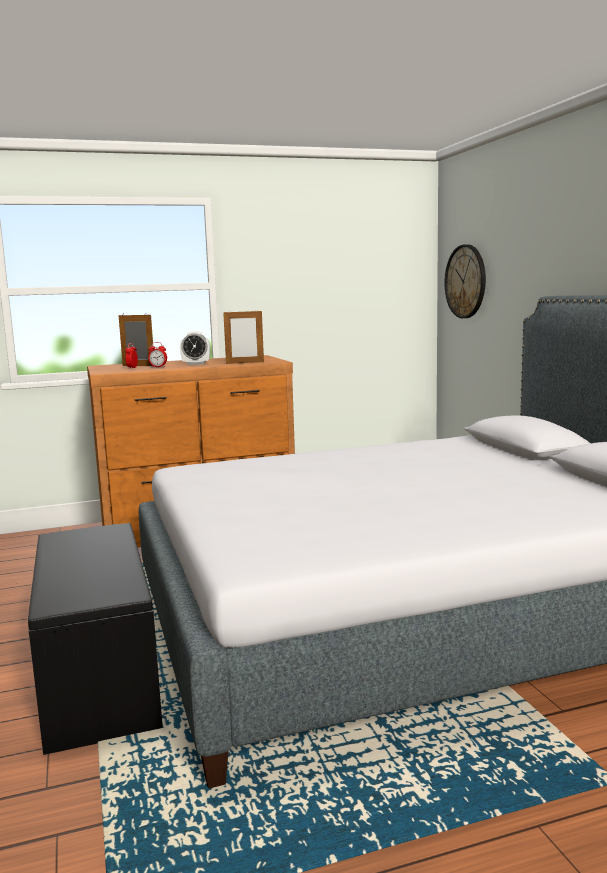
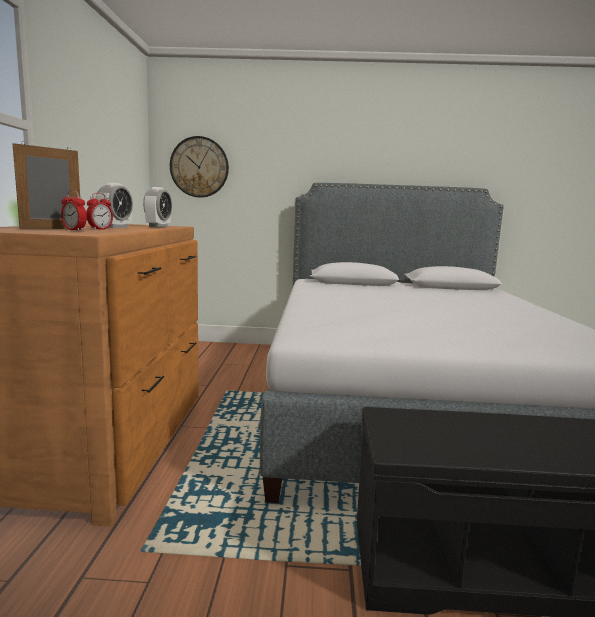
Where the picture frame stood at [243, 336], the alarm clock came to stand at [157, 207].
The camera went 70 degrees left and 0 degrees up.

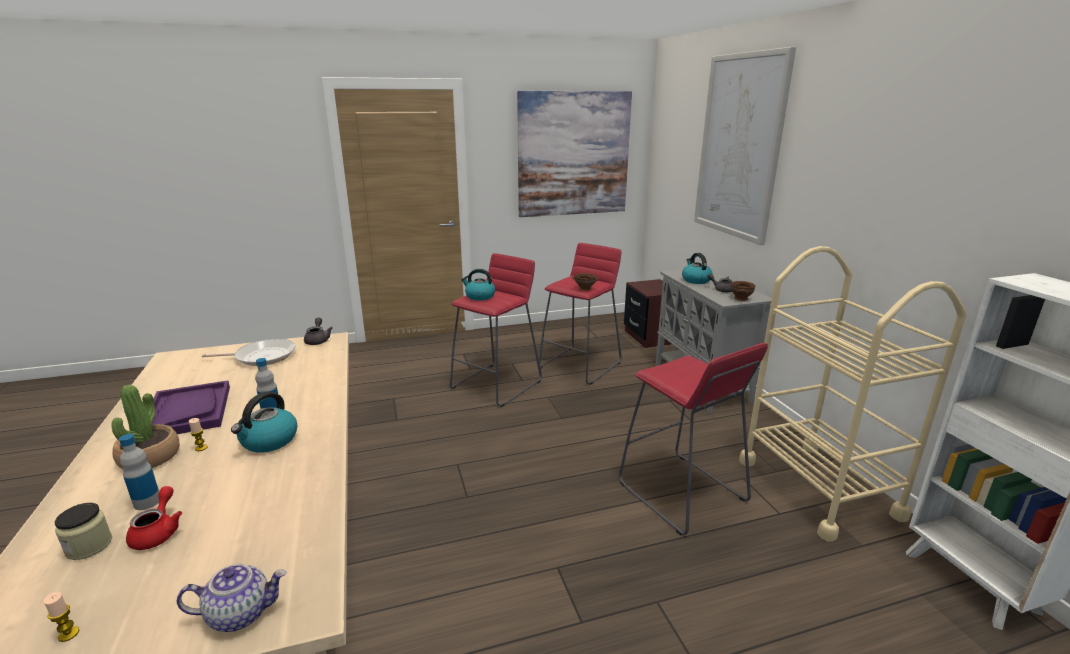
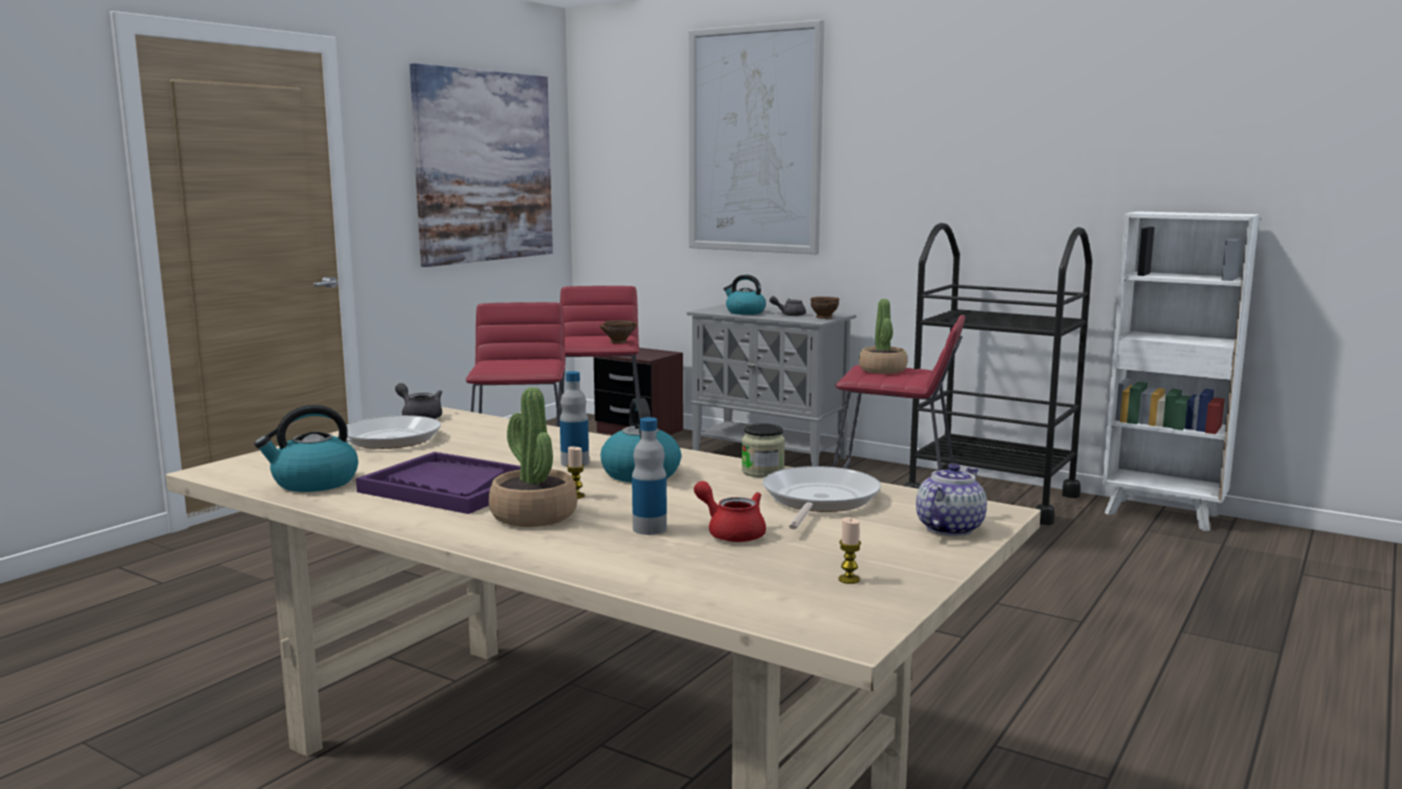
The jar ended up elsewhere, having gone from [83, 531] to [763, 450].
The kettle ended up elsewhere, having gone from [478, 285] to [306, 448].
What was the beige cart at [853, 394] turned into the black cart at [998, 374].
The second view gained the frying pan at [822, 497].
The second view gained the potted plant at [883, 336].
The camera went 40 degrees left and 10 degrees down.

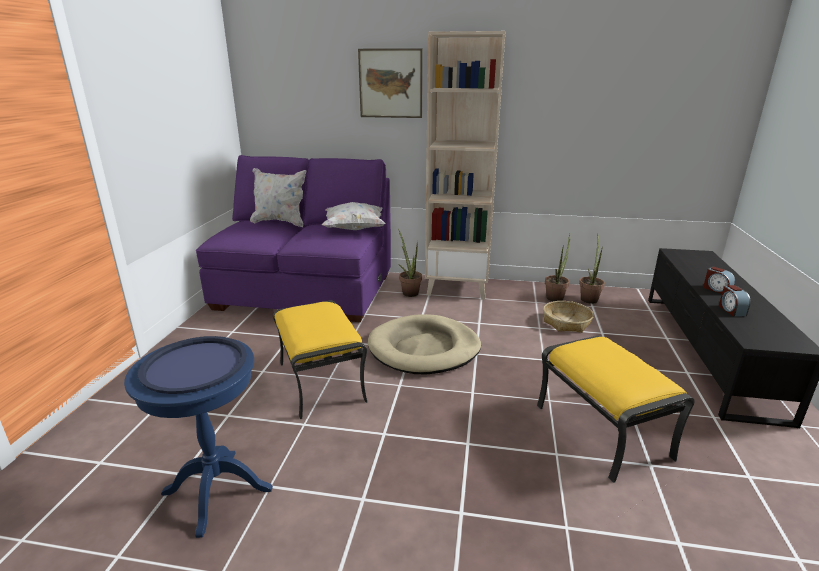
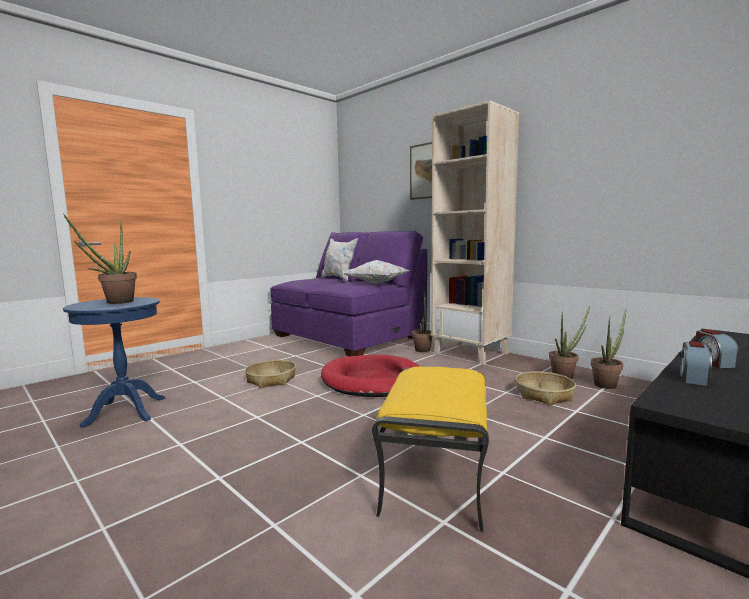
Where the blue tray stood at [192, 365], the potted plant came to stand at [100, 259].
Where the yellow ottoman stood at [320, 359], the basket came to stand at [270, 374].
What was the beige dog bed at [424, 344] turned into the red dog bed at [371, 376].
The camera went 35 degrees right and 15 degrees down.

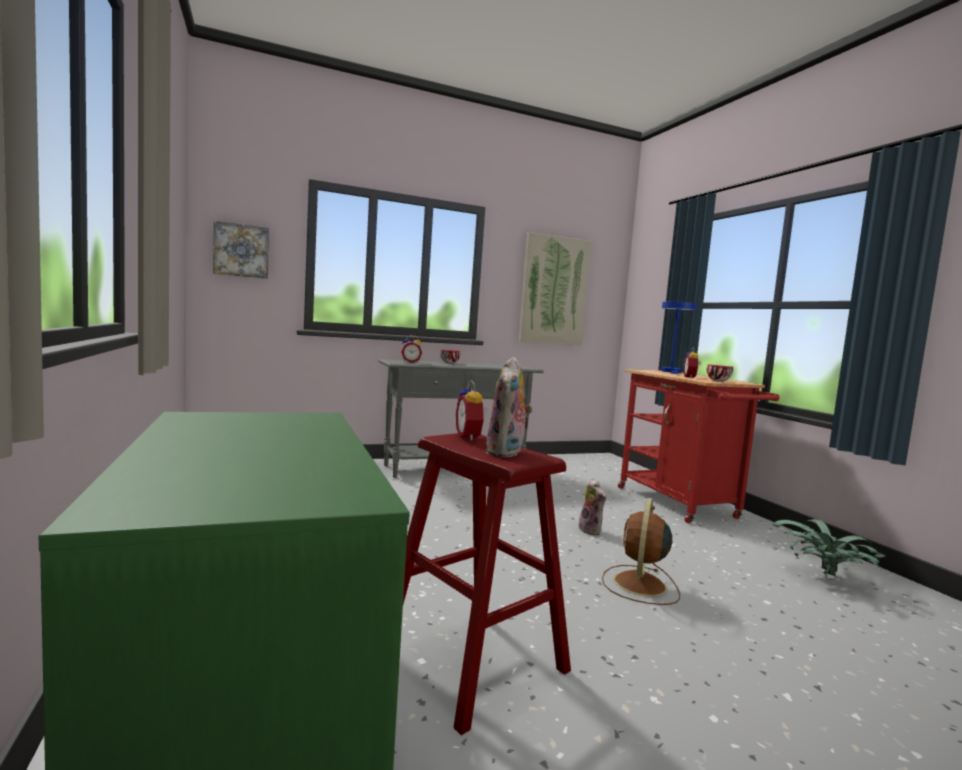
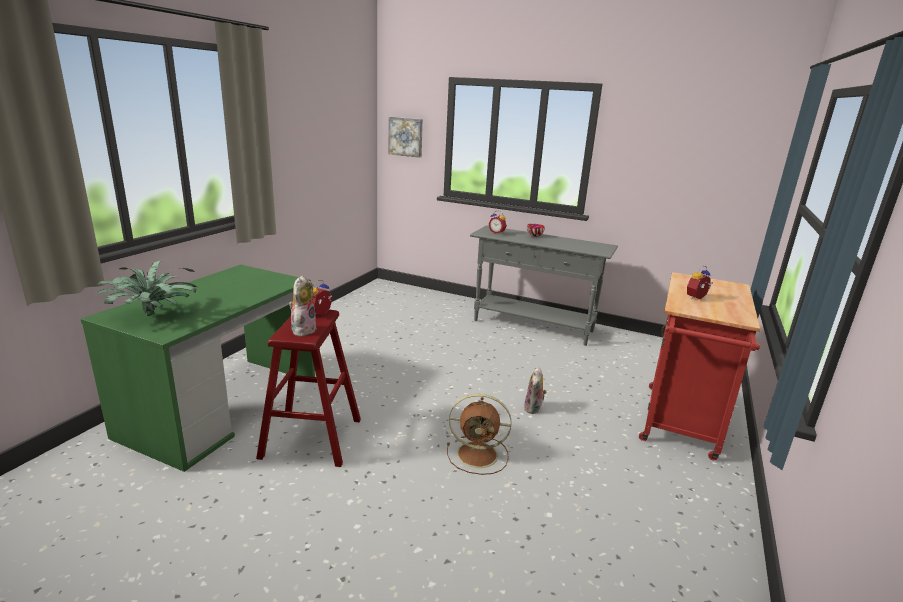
The plush toy at [509, 407] ended up facing another way, 135 degrees clockwise from before.
The second view lost the picture at [555, 289].
The brown fan at [641, 551] ended up facing another way, 150 degrees counterclockwise from before.
The second view lost the blue table lamp at [678, 338].
The second view lost the bowl at [720, 373].
The potted plant ended up elsewhere, having gone from [829, 548] to [146, 288].
The camera went 45 degrees right and 15 degrees up.

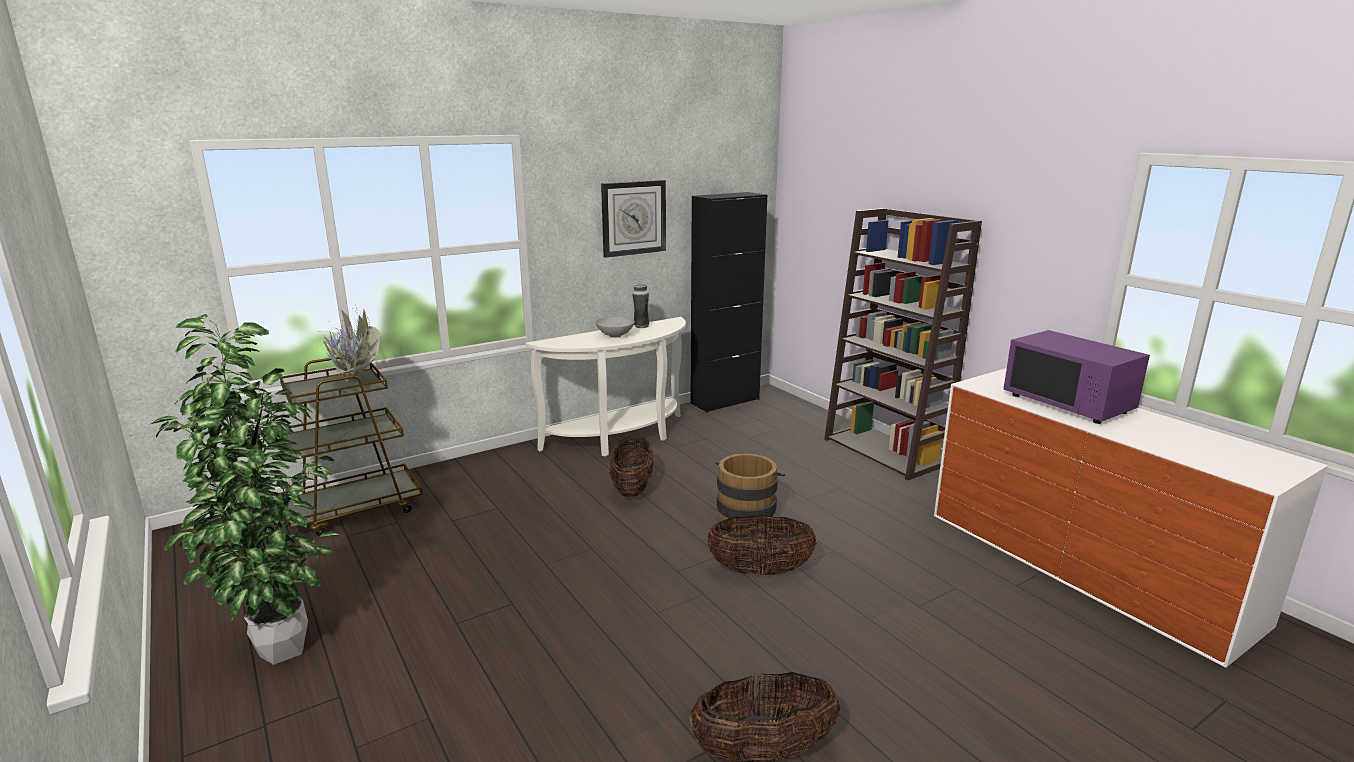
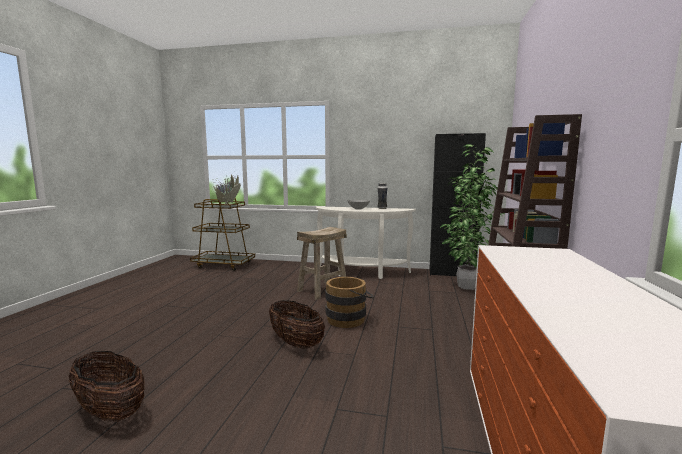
The potted plant ended up elsewhere, having gone from [245, 489] to [472, 217].
The second view lost the wall clock at [633, 219].
Where the basket stood at [632, 466], the beige stool came to stand at [321, 263].
The second view lost the purple microwave at [1076, 377].
The camera went 45 degrees right and 10 degrees down.

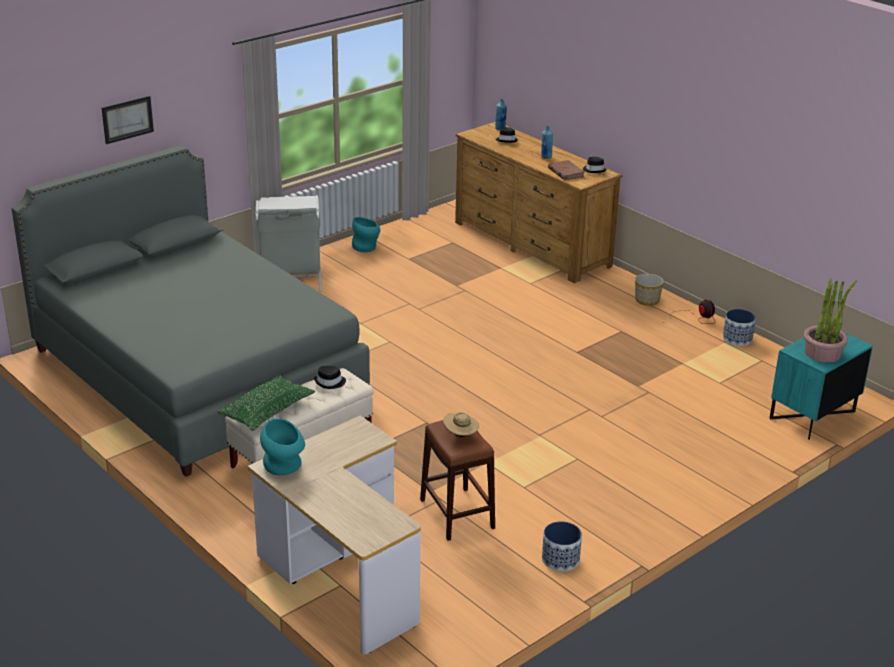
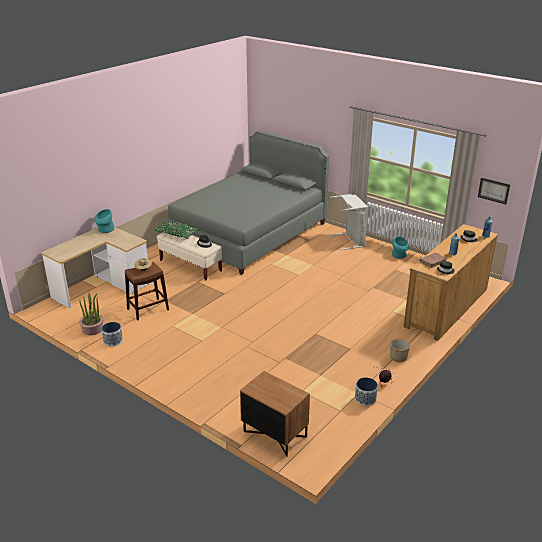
The picture ended up elsewhere, having gone from [128, 120] to [494, 190].
What was the turquoise nightstand at [821, 386] turned into the brown nightstand at [275, 414].
The potted plant ended up elsewhere, having gone from [830, 320] to [91, 314].
The camera went 80 degrees right and 0 degrees up.

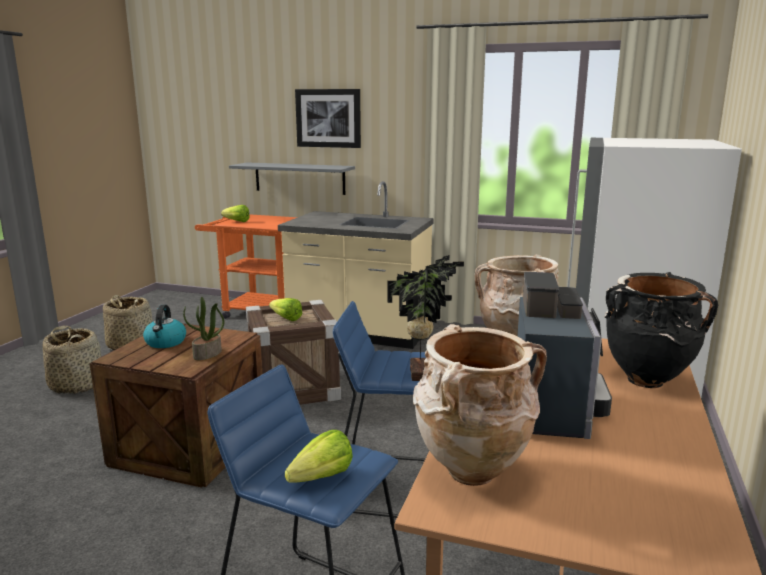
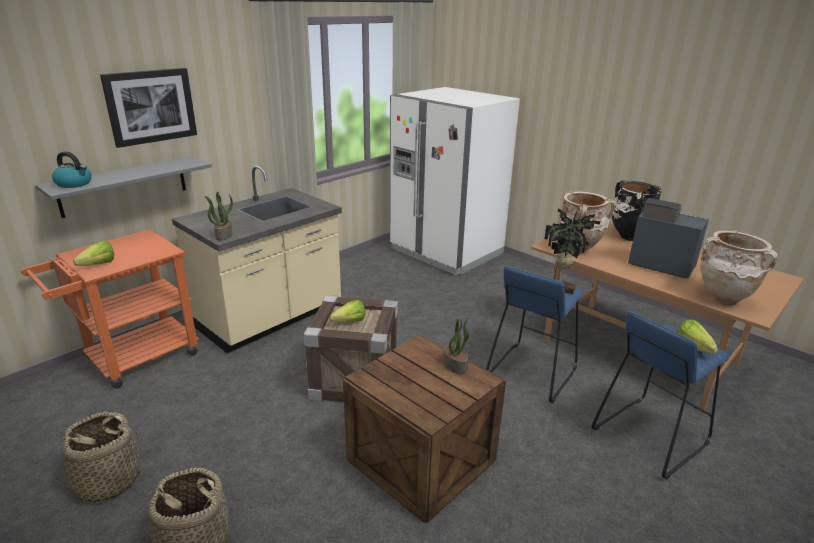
The kettle ended up elsewhere, having gone from [164, 326] to [72, 169].
The second view gained the potted plant at [219, 216].
The camera went 65 degrees left and 10 degrees up.

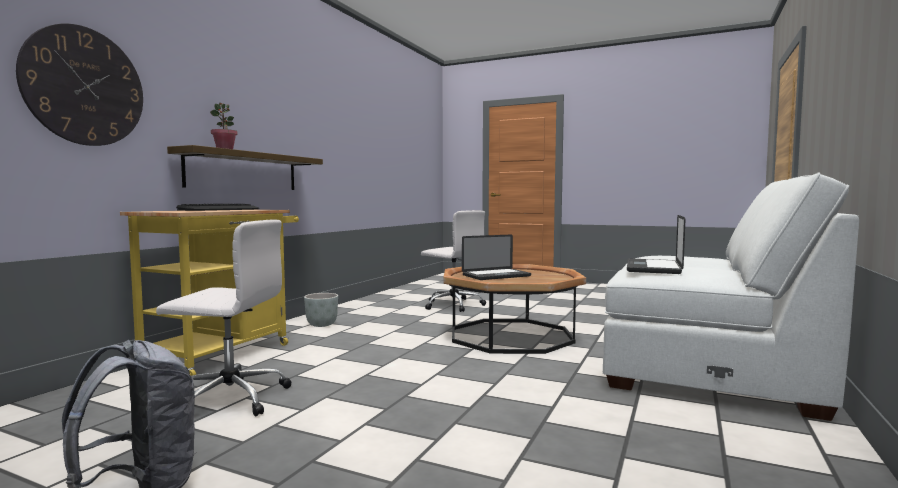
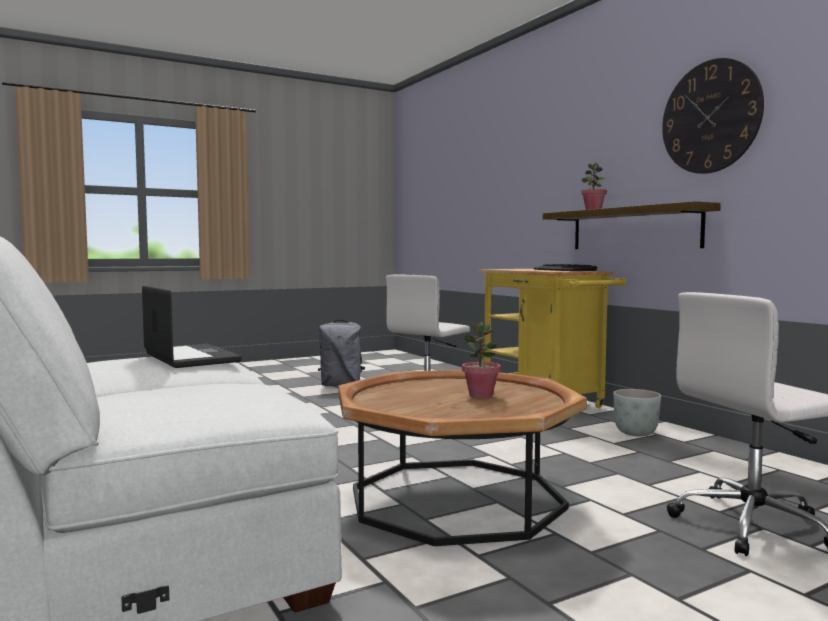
The wall clock ended up elsewhere, having gone from [79, 85] to [713, 116].
Where the laptop stood at [496, 257], the potted plant came to stand at [481, 360].
The camera went 125 degrees right and 0 degrees up.

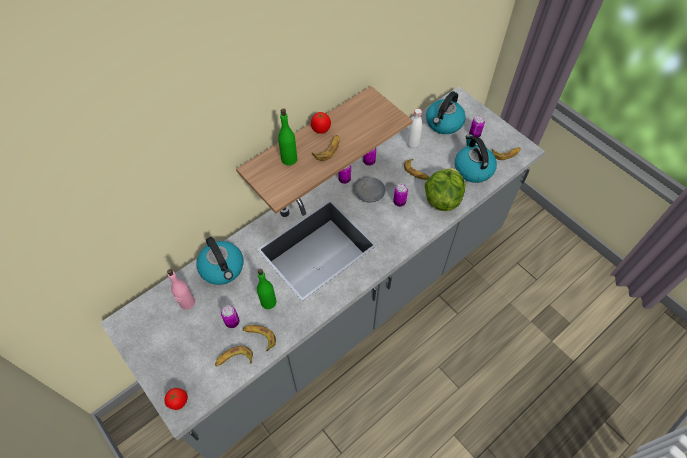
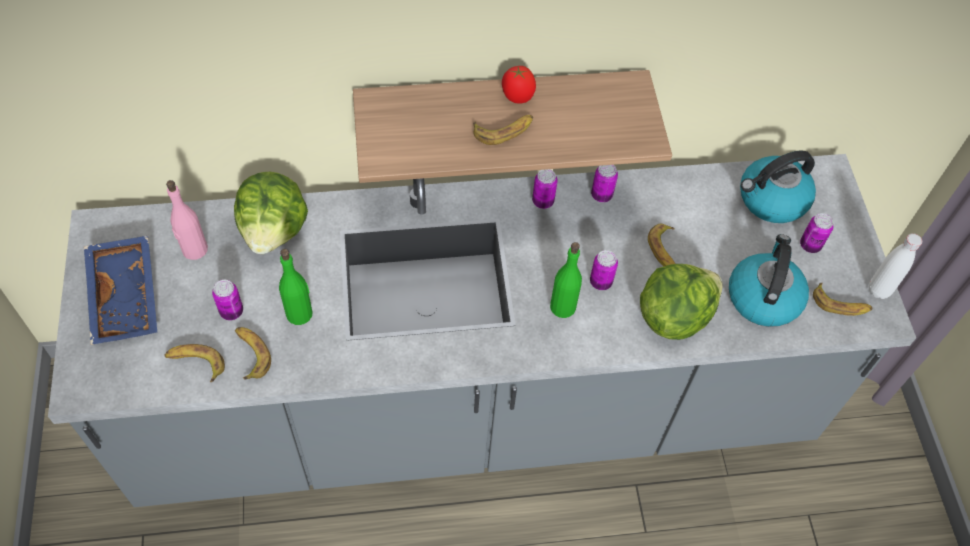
The second view lost the tomato at [176, 399].
Where the kettle stood at [220, 261], the lettuce came to stand at [271, 213].
The green bottle ended up elsewhere, having gone from [287, 137] to [566, 280].
The second view lost the grey bowl at [370, 189].
The white bottle ended up elsewhere, having gone from [414, 128] to [895, 266].
The second view gained the blue tray at [120, 290].
The camera went 30 degrees right and 0 degrees up.

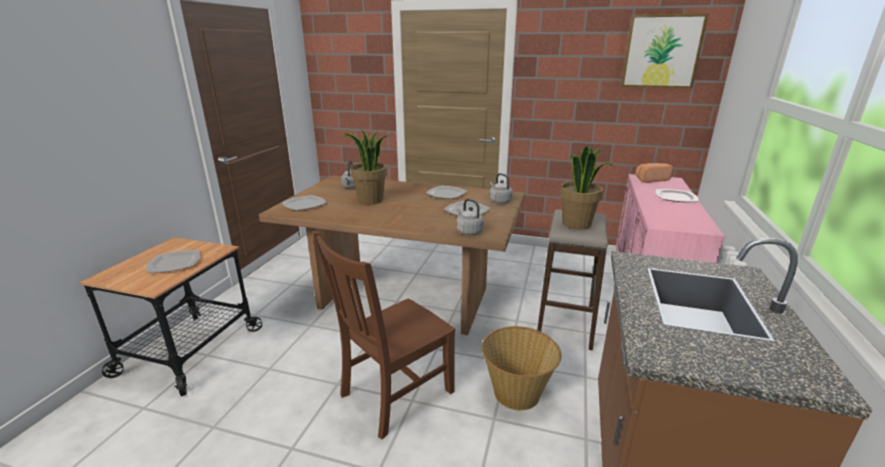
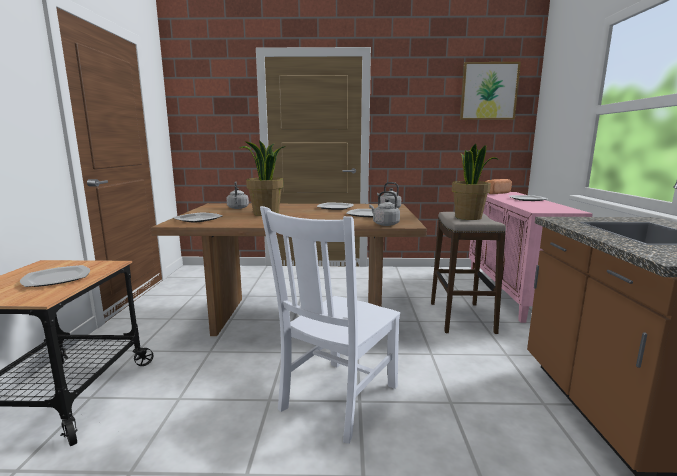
What was the brown chair at [383, 335] turned into the white chair at [330, 325].
The second view lost the basket at [521, 368].
The camera went 15 degrees left and 10 degrees down.

